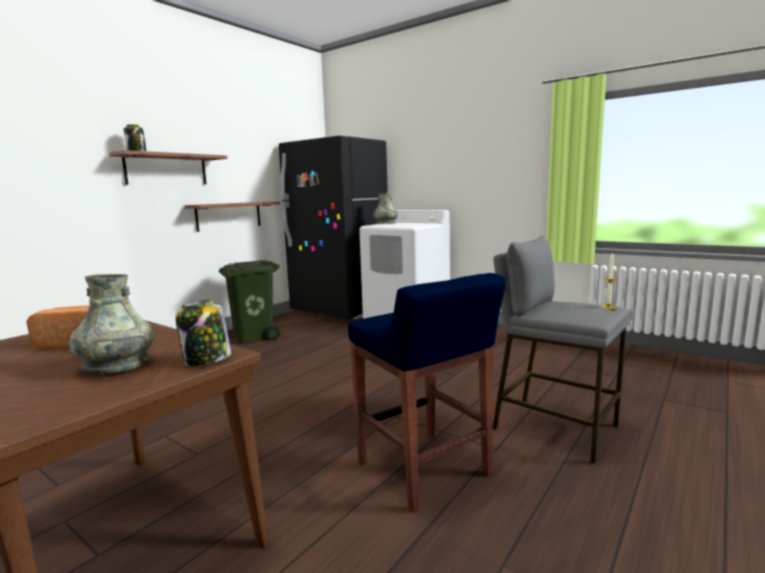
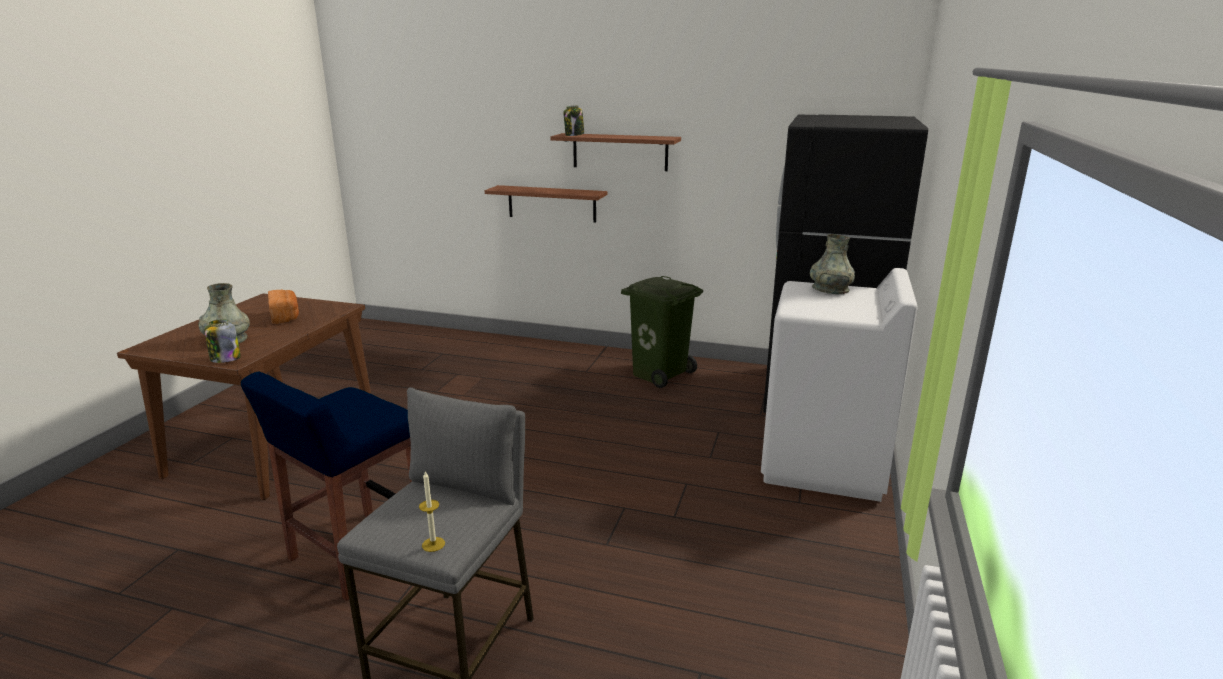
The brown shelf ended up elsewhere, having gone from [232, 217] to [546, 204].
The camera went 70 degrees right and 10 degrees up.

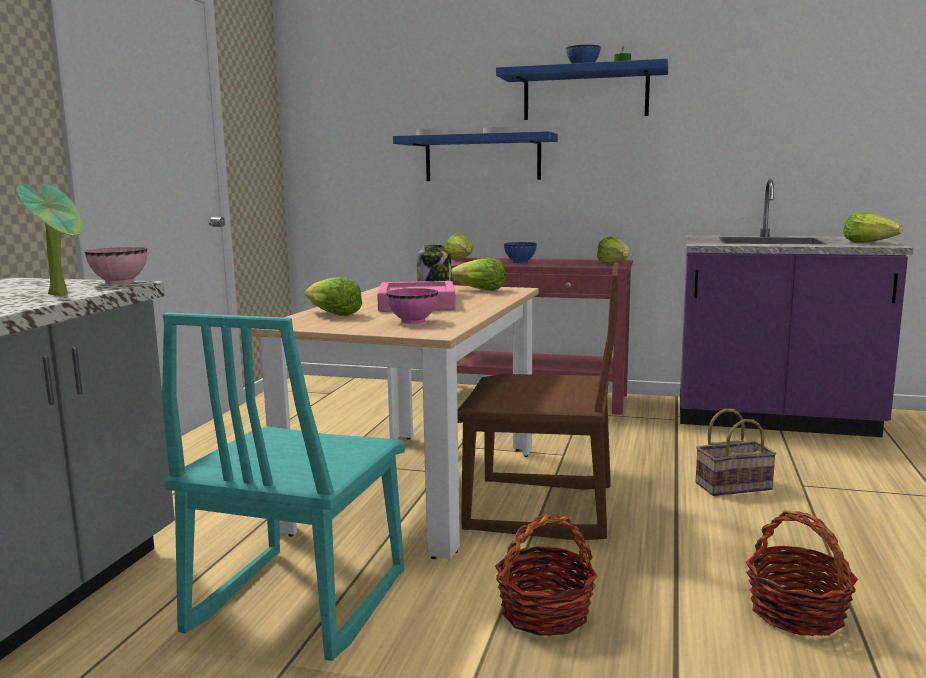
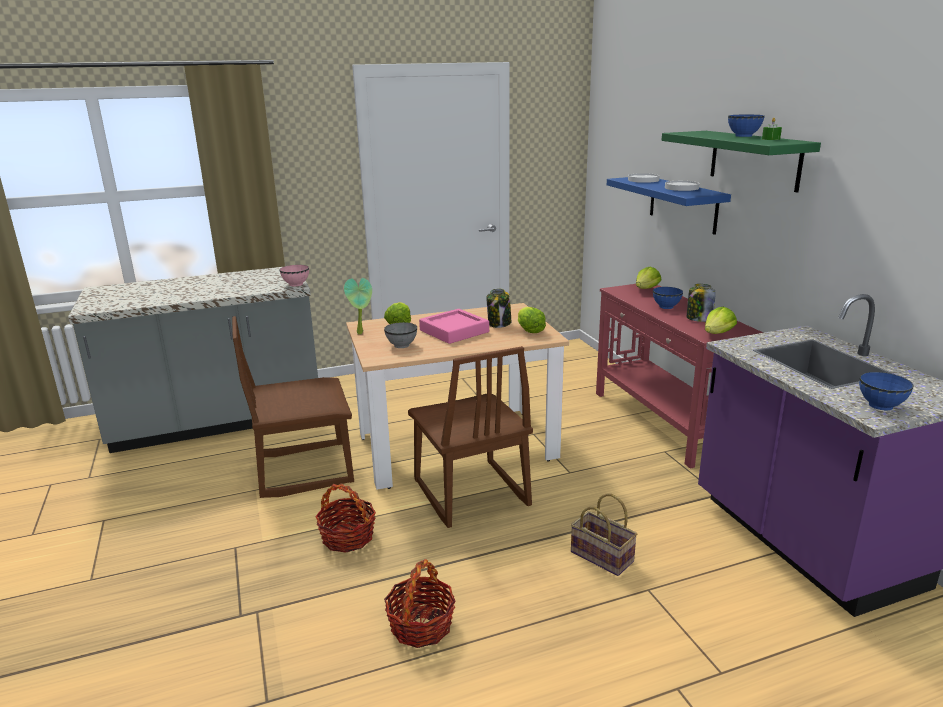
The potted plant ended up elsewhere, having gone from [49, 239] to [358, 306].
What was the turquoise chair at [284, 486] turned into the brown chair at [293, 407].
What was the pink bowl at [412, 306] turned into the grey bowl at [400, 335].
What was the blue shelf at [582, 89] turned into the green shelf at [741, 162].
Where the lettuce stood at [873, 227], the blue bowl came to stand at [886, 391].
The second view gained the jar at [701, 303].
The camera went 55 degrees right and 10 degrees up.

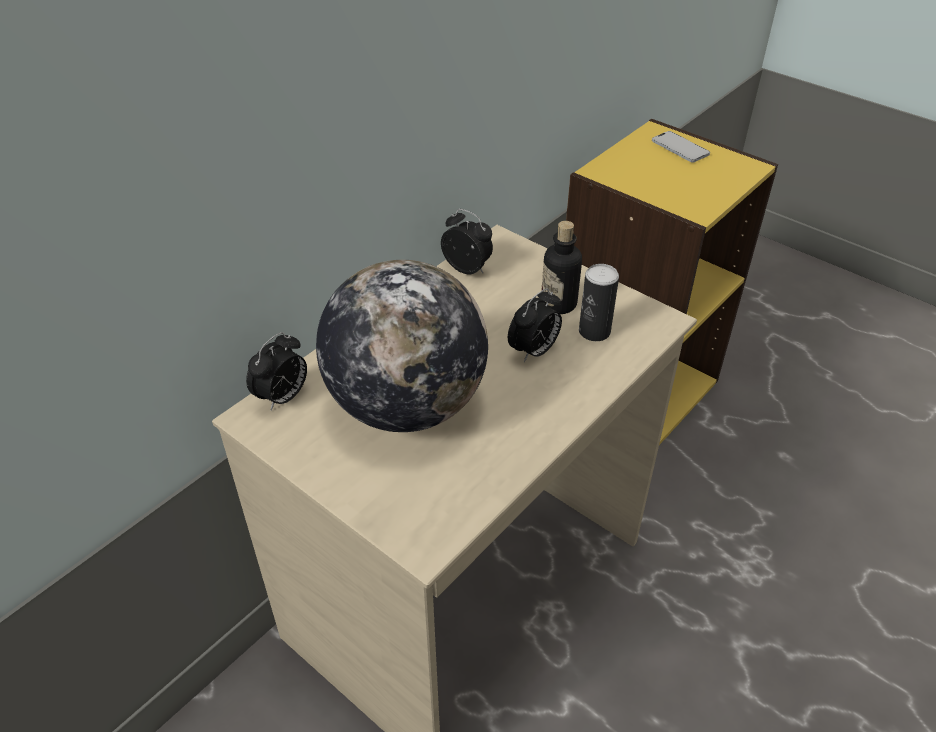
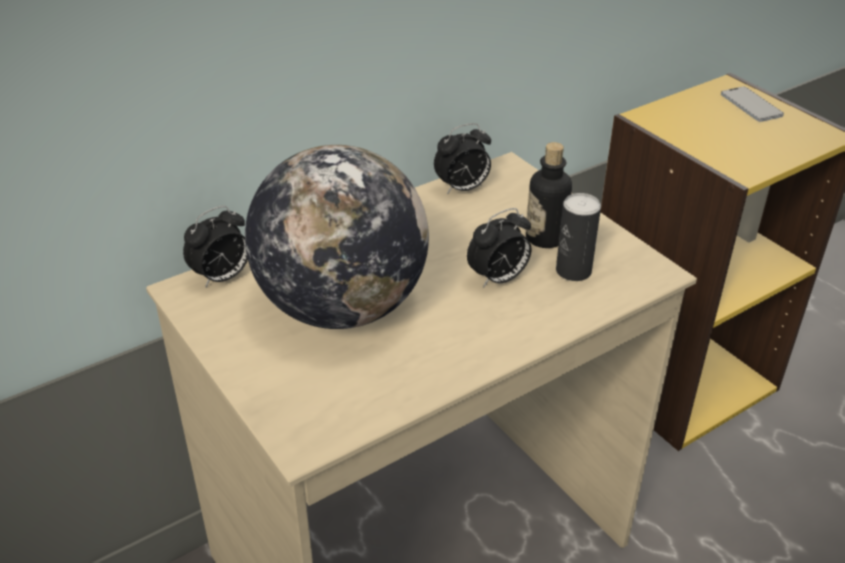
The alarm clock at [467, 241] ended up facing another way, 105 degrees clockwise from before.
The camera went 15 degrees right and 5 degrees down.

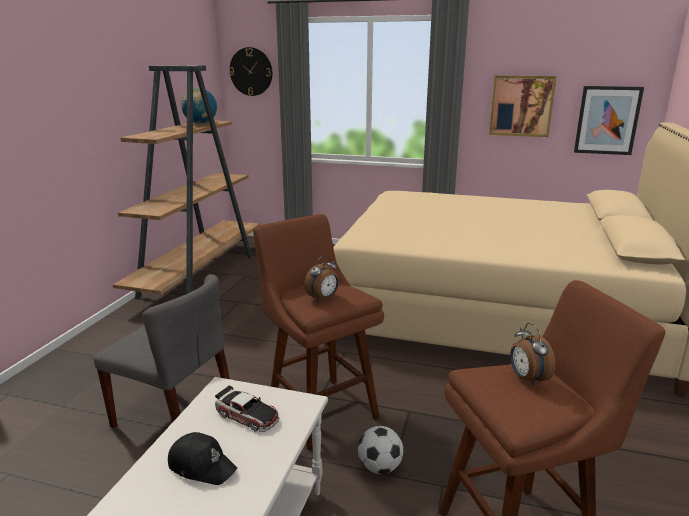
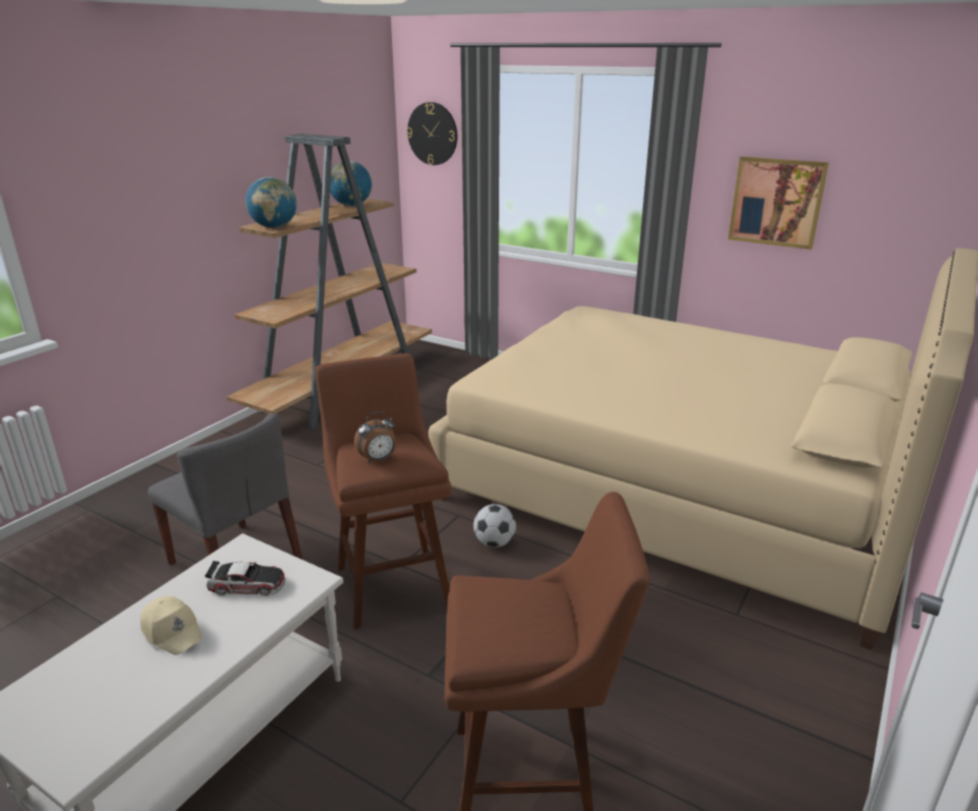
What was the black cap at [202, 458] turned into the beige cap at [171, 625].
The toy car at [247, 408] ended up facing another way, 45 degrees counterclockwise from before.
The football ended up elsewhere, having gone from [380, 450] to [494, 525].
The second view lost the alarm clock at [533, 354].
The second view lost the picture at [609, 120].
The second view gained the globe at [271, 202].
The camera went 15 degrees right and 5 degrees up.

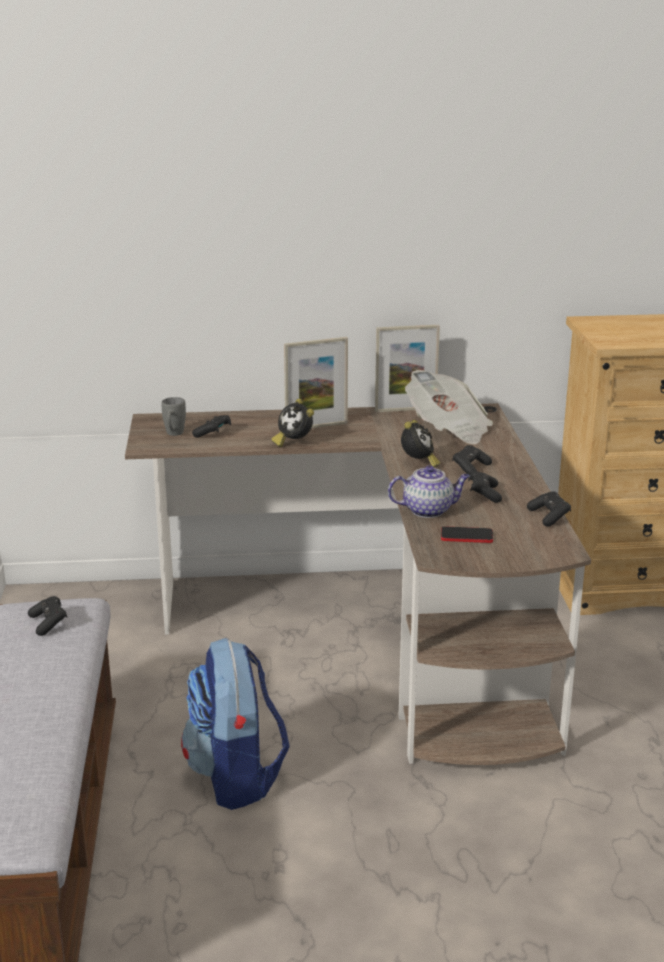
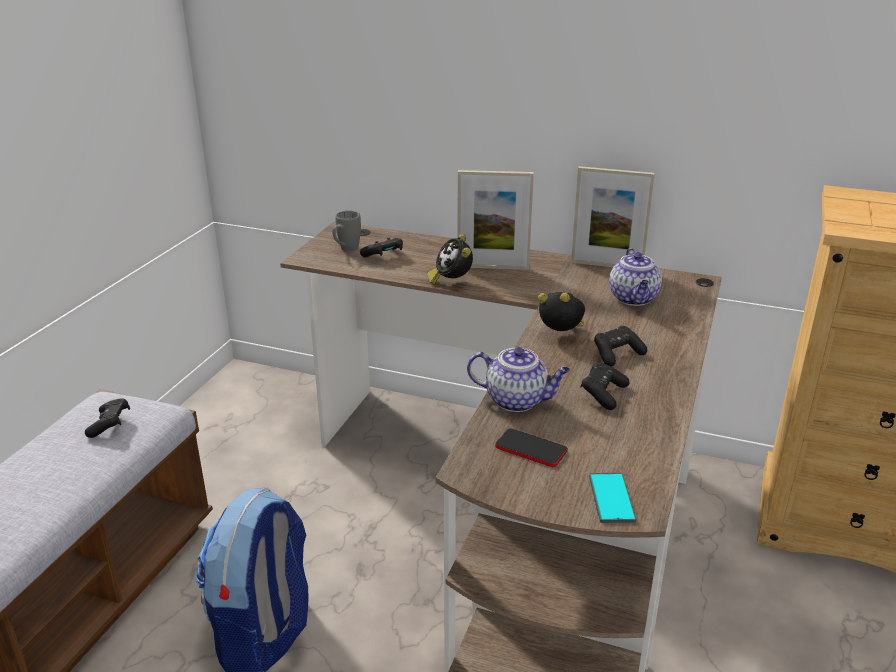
The alarm clock at [420, 443] ended up facing another way, 105 degrees counterclockwise from before.
Where the newspaper stood at [449, 407], the teapot came to stand at [635, 277].
The second view lost the black game controller at [549, 509].
The second view gained the phone at [612, 498].
The camera went 25 degrees right and 5 degrees up.

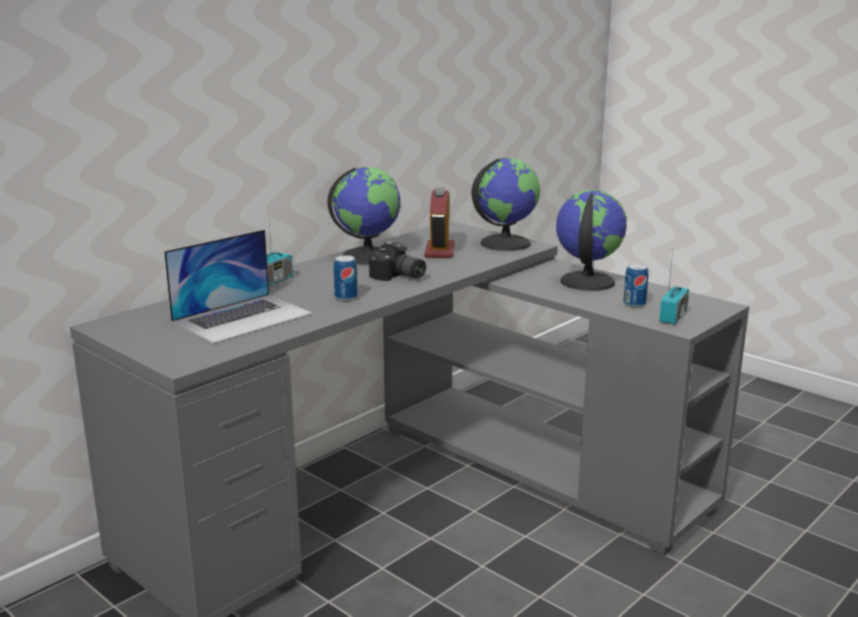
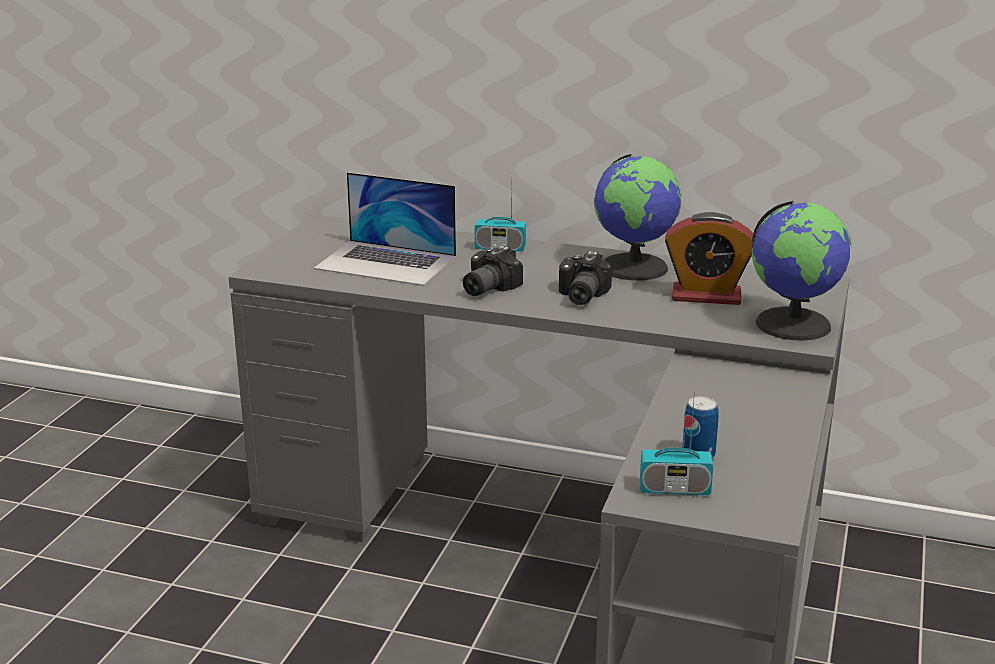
Where the can stood at [346, 278], the photo camera came to stand at [493, 271].
The alarm clock at [440, 223] ended up facing another way, 150 degrees counterclockwise from before.
The second view lost the globe at [591, 240].
The camera went 65 degrees right and 5 degrees up.

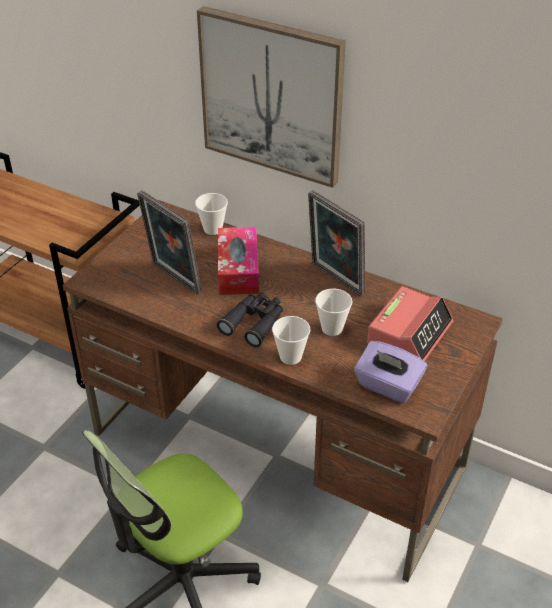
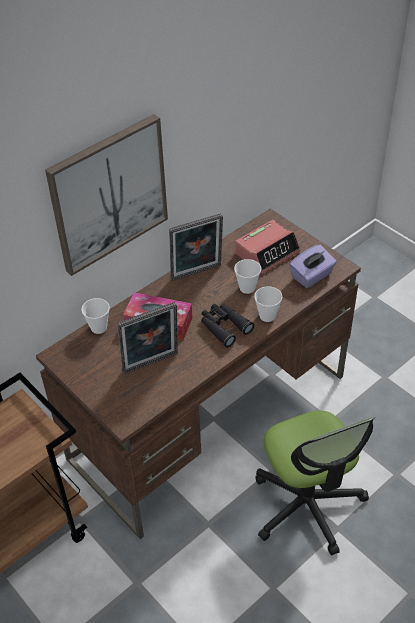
The alarm clock at [410, 323] ended up facing another way, 90 degrees clockwise from before.
The camera went 70 degrees left and 5 degrees up.

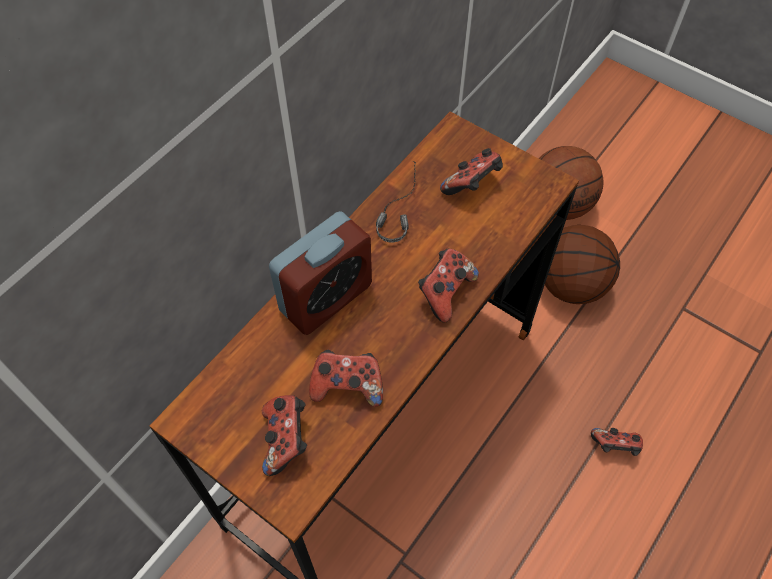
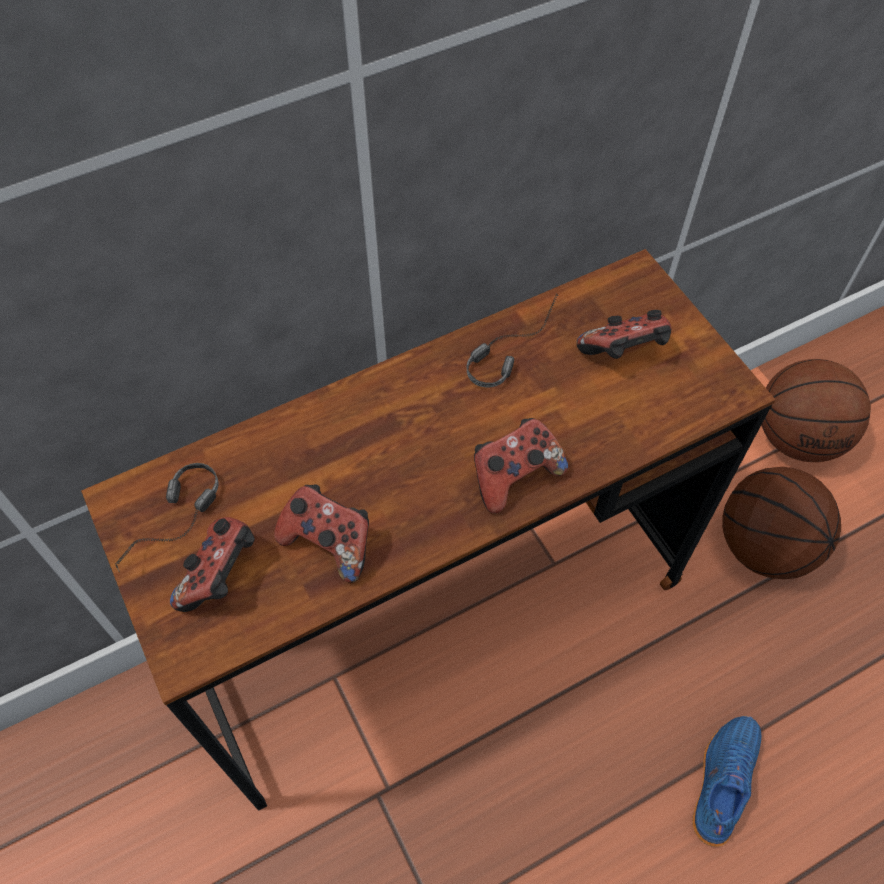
The second view lost the alarm clock at [320, 273].
Where the game controller stood at [617, 442], the blue shoe came to stand at [726, 781].
The second view gained the headphones at [167, 517].
The camera went 25 degrees right and 0 degrees up.

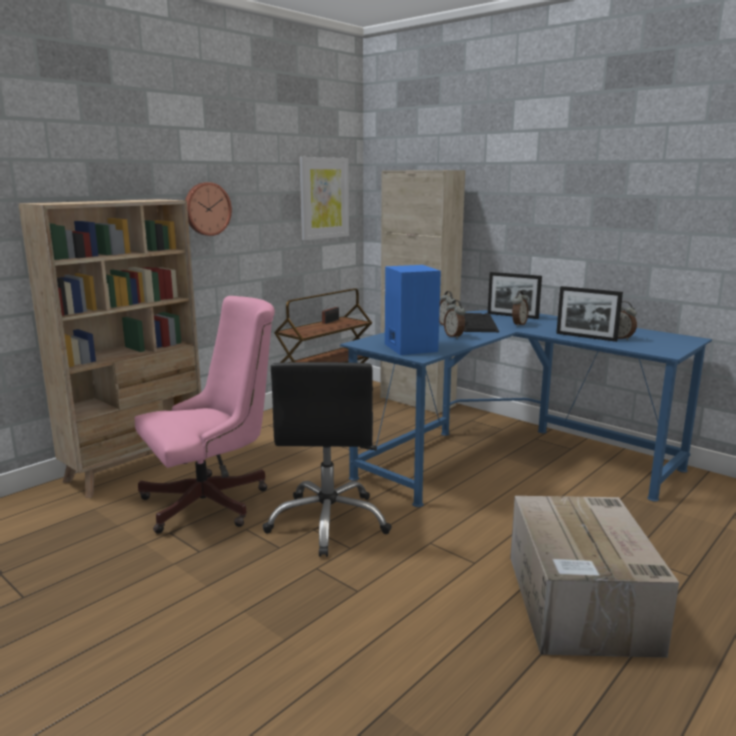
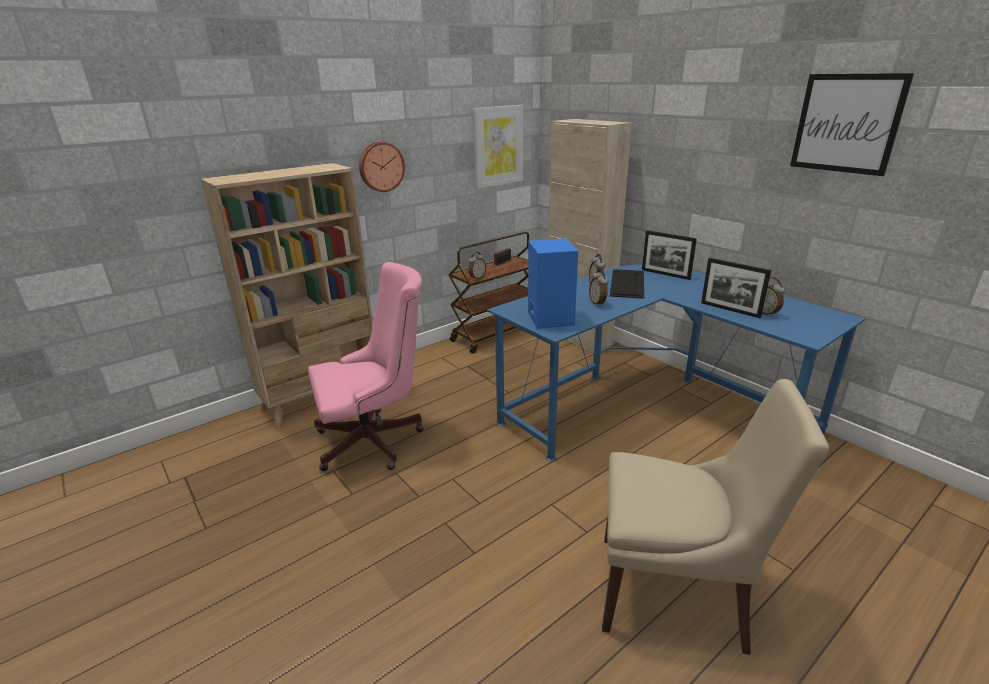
The second view lost the black office chair at [327, 459].
Where the cardboard box stood at [594, 577], the beige chair came to stand at [715, 517].
The alarm clock ended up elsewhere, having gone from [520, 309] to [477, 266].
The second view gained the picture at [852, 124].
The camera went 10 degrees right and 10 degrees up.

